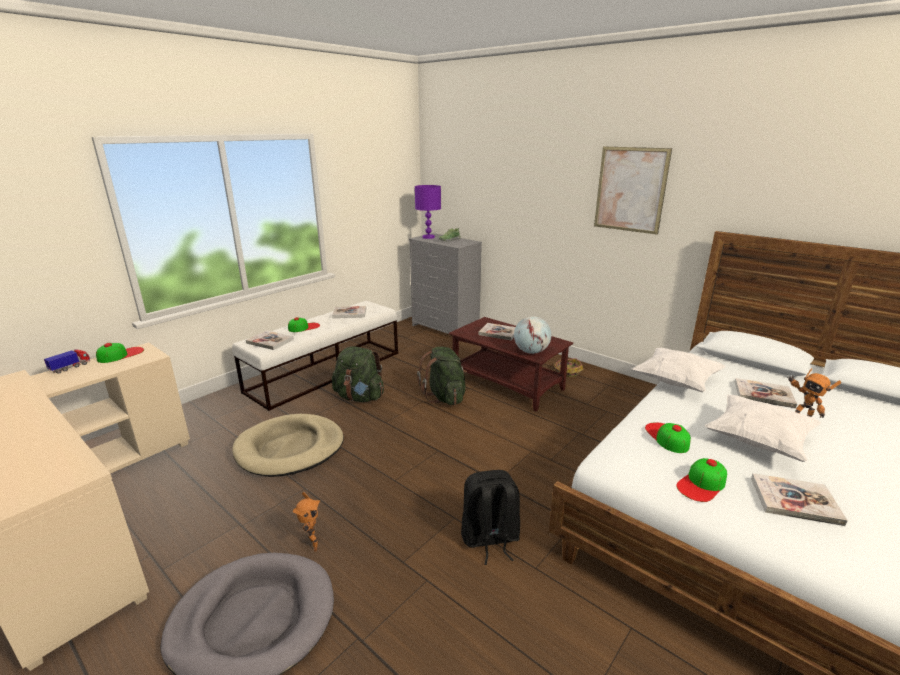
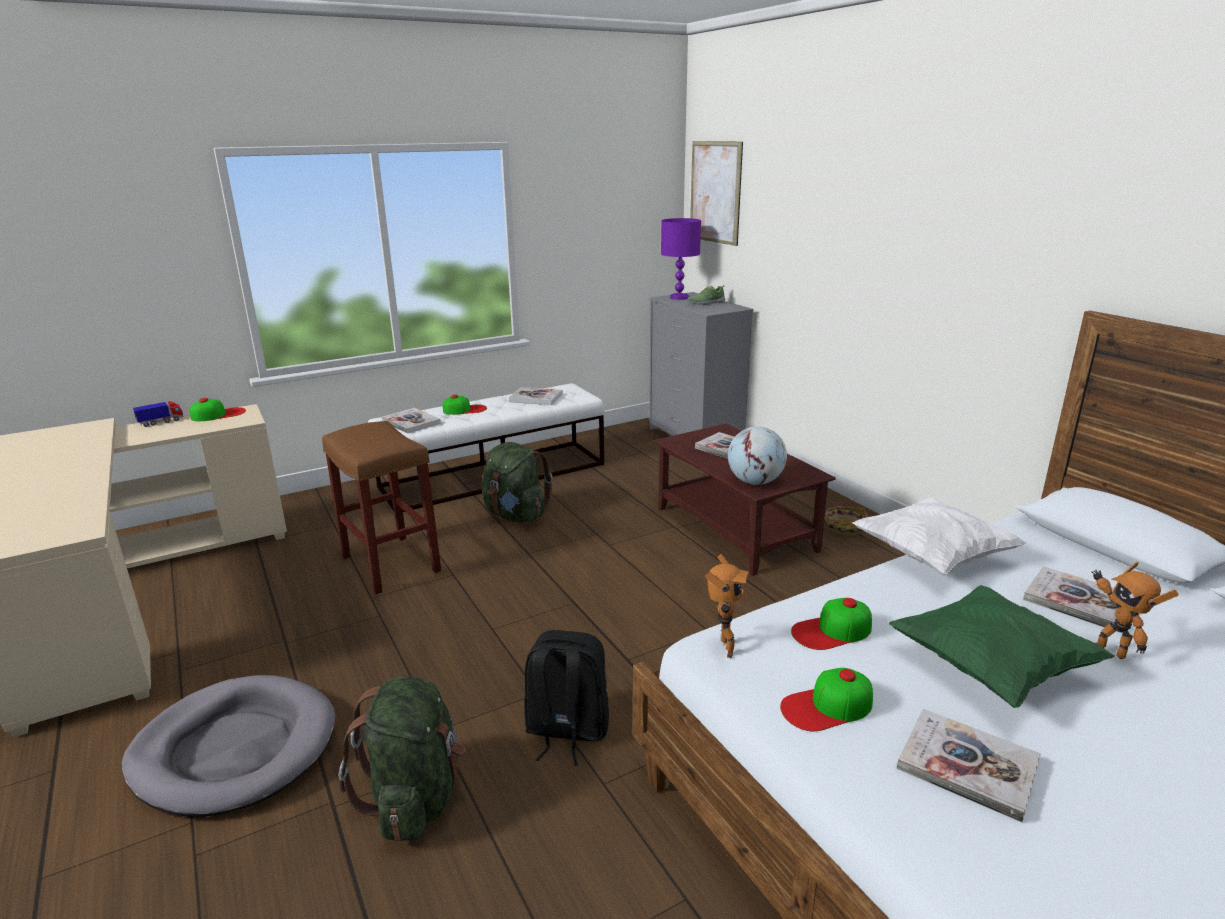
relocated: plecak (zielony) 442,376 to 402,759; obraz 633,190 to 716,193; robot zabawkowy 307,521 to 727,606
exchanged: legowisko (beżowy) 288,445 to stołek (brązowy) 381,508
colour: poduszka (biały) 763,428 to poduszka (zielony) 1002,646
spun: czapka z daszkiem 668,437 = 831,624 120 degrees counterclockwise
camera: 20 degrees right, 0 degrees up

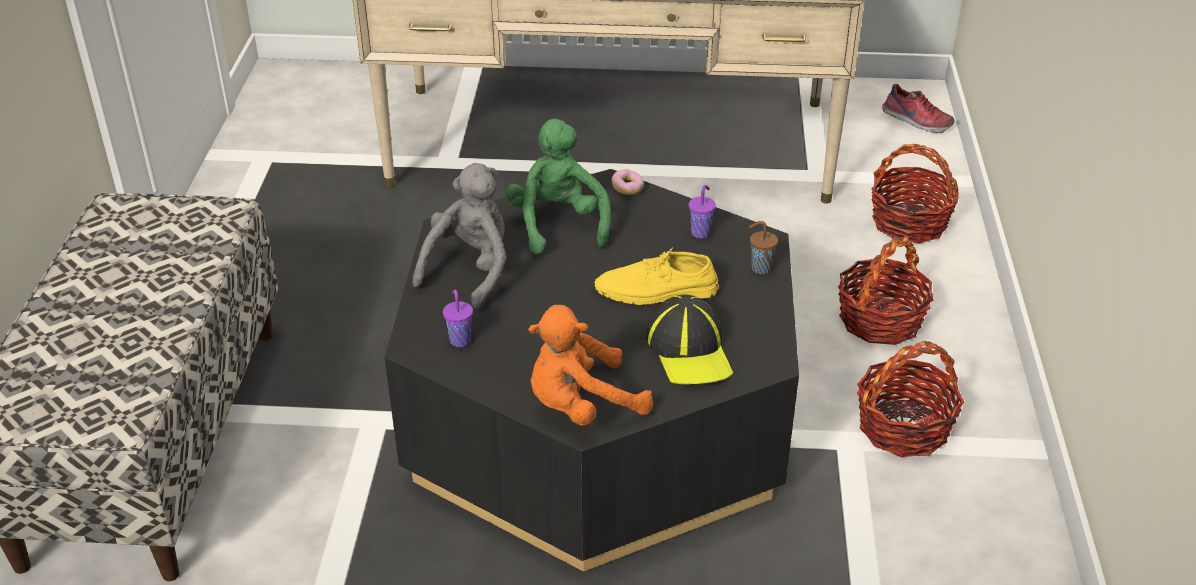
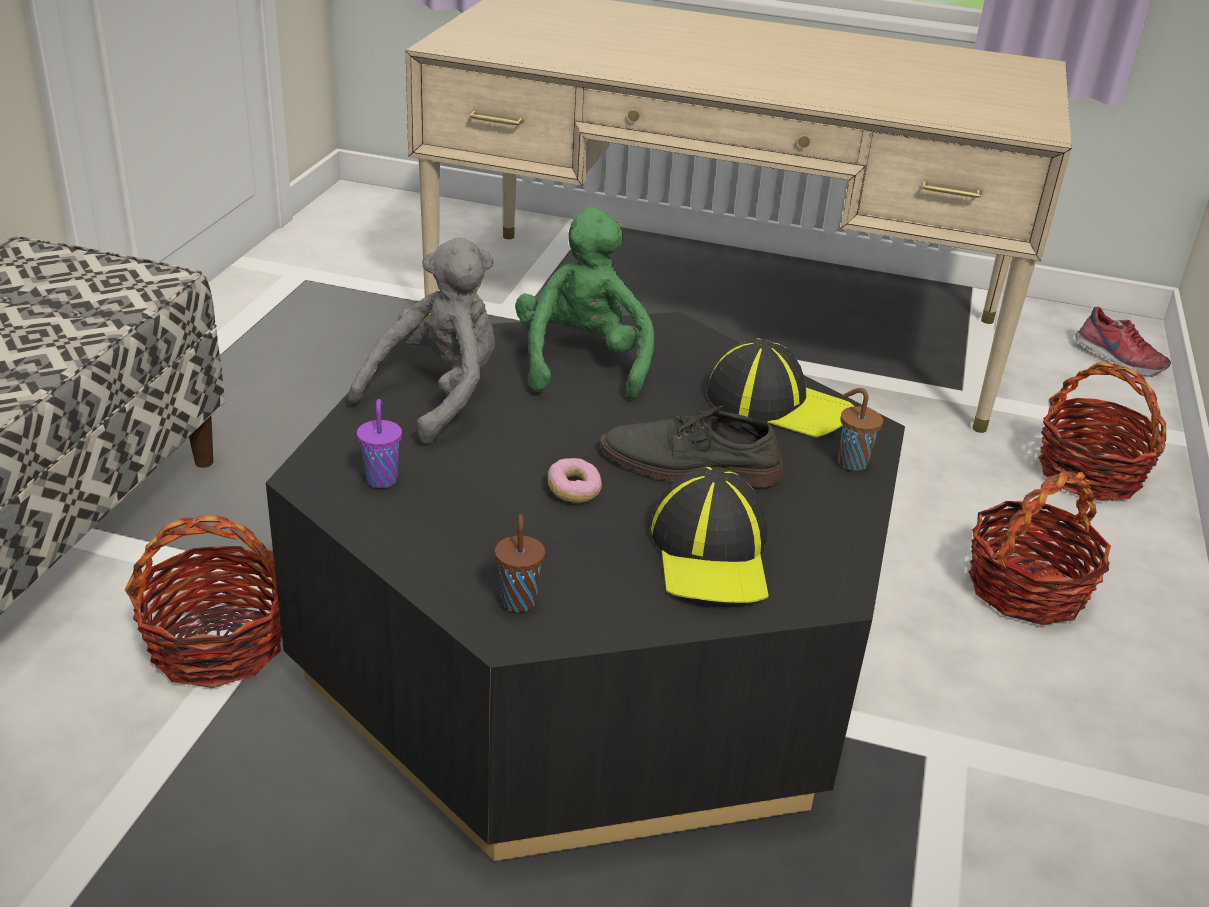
relocated: koszyk 910,399 to 203,602; donut 627,182 to 575,480
exchanged: pluszak (pomarańczowy) 590,365 to filiżanka (brązowy) 520,563; filiżanka (fioletowy) 702,211 to czapka z daszkiem 780,388
colour: but (żółty) 657,276 to but (szary) 691,446
camera: 10 degrees right, 5 degrees down

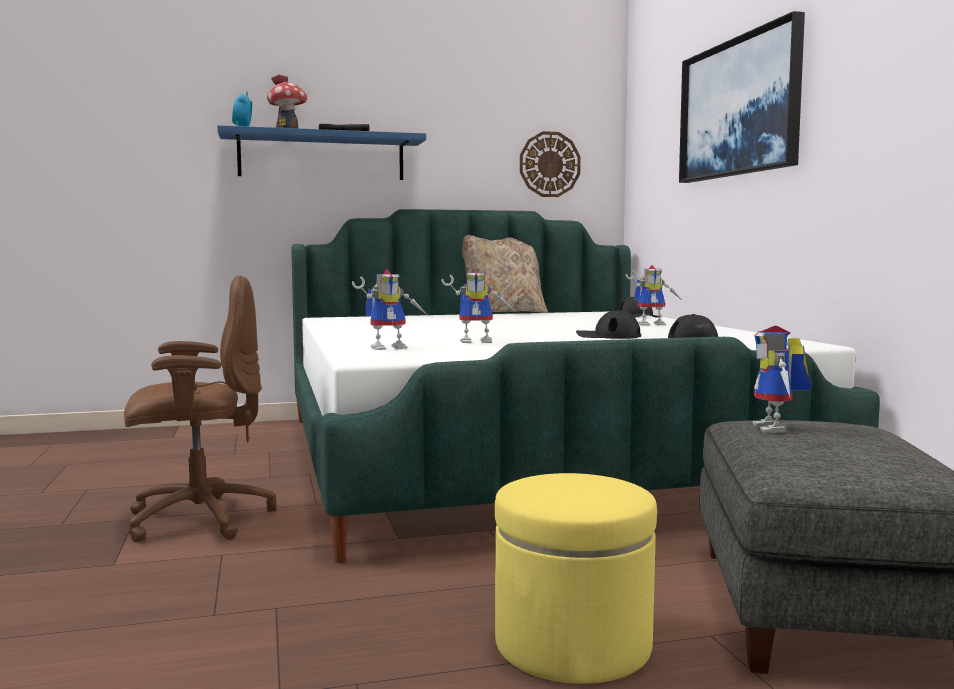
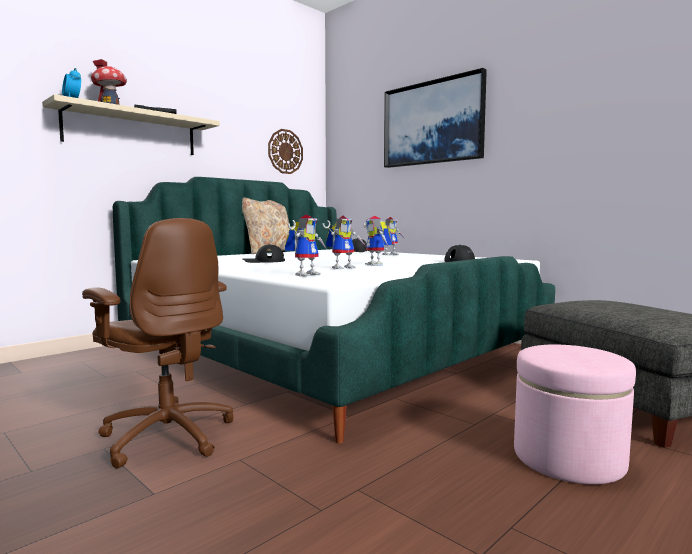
relocated: czapka z daszkiem (czarny) 608,324 to 264,253; robot zabawkowy 782,379 to 377,241
colour: półka (niebieski) 321,152 to półka (beżowy) 131,124; pufa (żółty) 576,578 to pufa (różowy) 575,414
spun: krzesło biurowe (brązowy) 200,408 = 158,343 90 degrees clockwise
camera: 30 degrees left, 0 degrees up

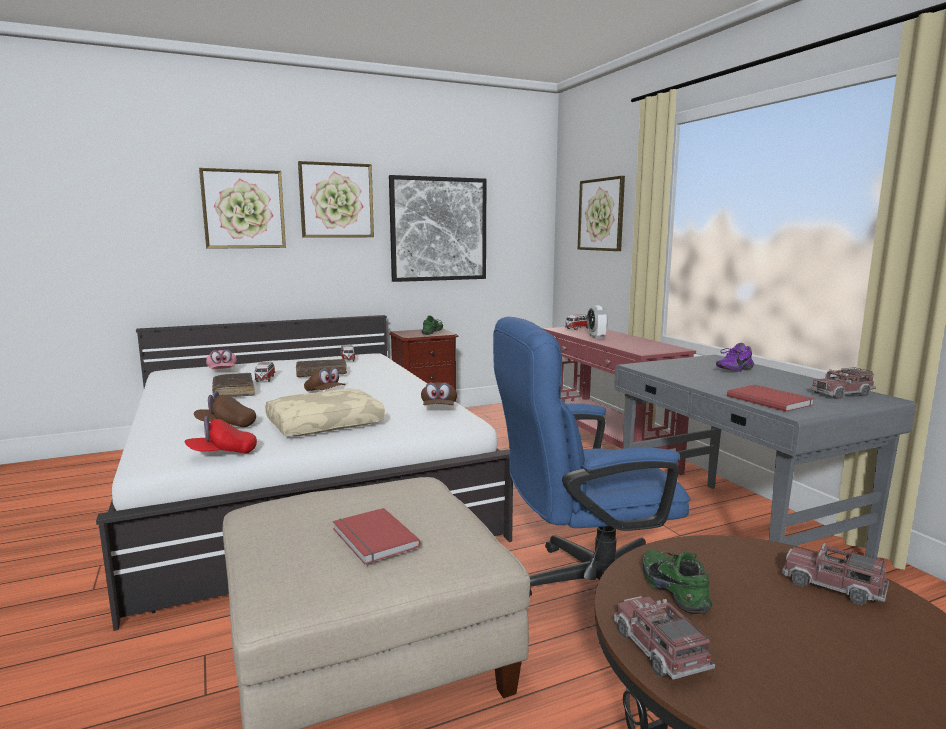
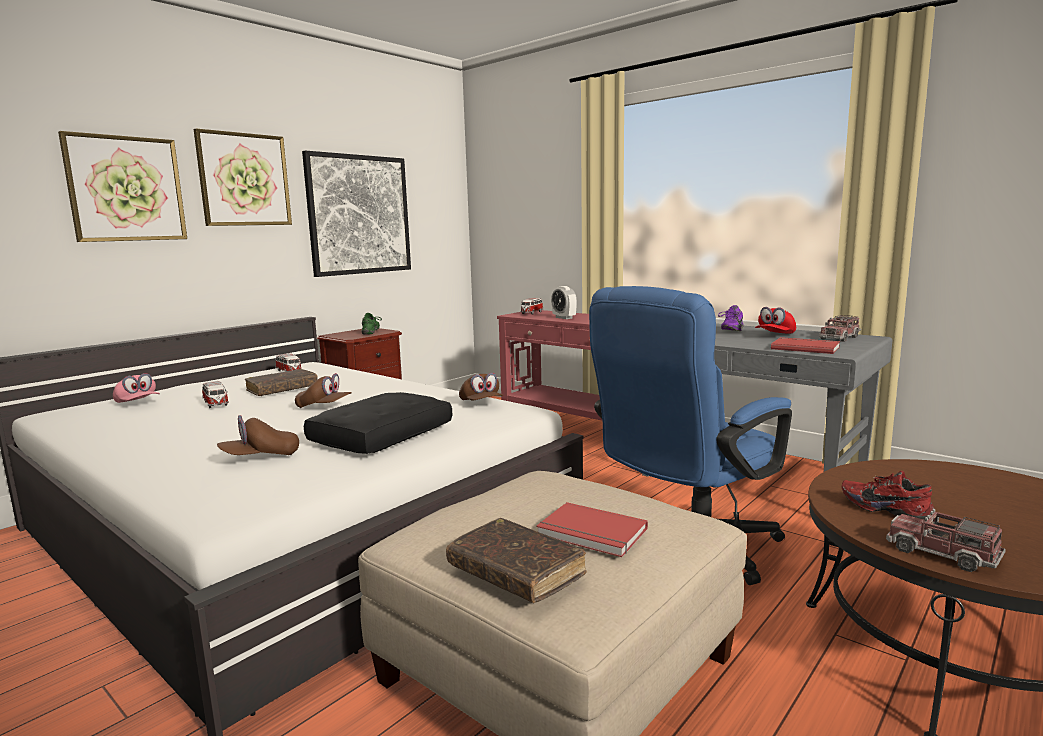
missing: obraz 601,213; ciężarówka zabawkowa 835,574
relocated: książka (brązowy) 233,385 to 516,560; czapka z daszkiem (czerwony) 221,434 to 775,320
colour: poduszka (beżowy) 325,412 to poduszka (czarny) 378,423; but (zielony) 677,581 to but (czerwony) 888,495
camera: 25 degrees left, 0 degrees up

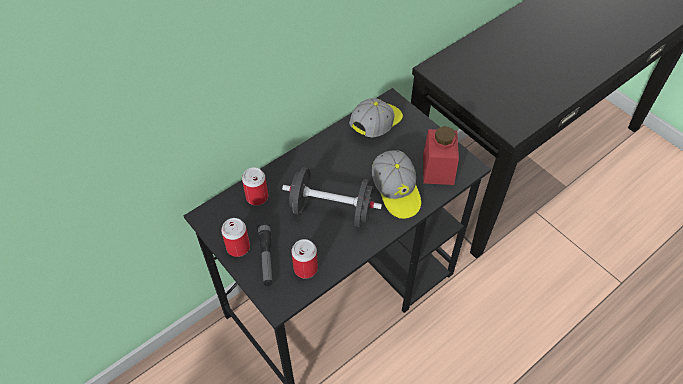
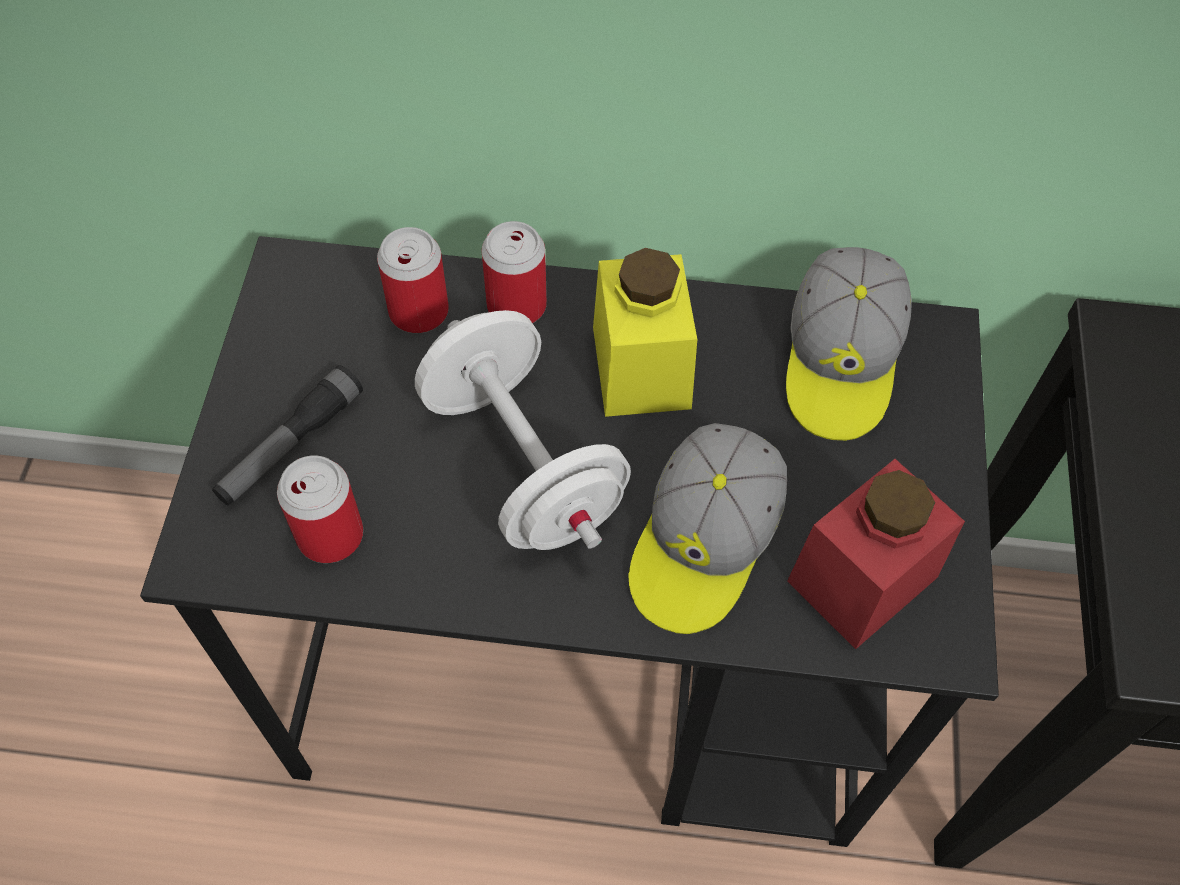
appeared: słoik (żółty) 645,332
relocated: puszka 235,237 to 514,272
colour: hantel (czarny) 332,197 to hantel (biały) 523,430
spun: czapka z daszkiem 376,118 = 849,344 105 degrees clockwise
camera: 45 degrees right, 5 degrees up

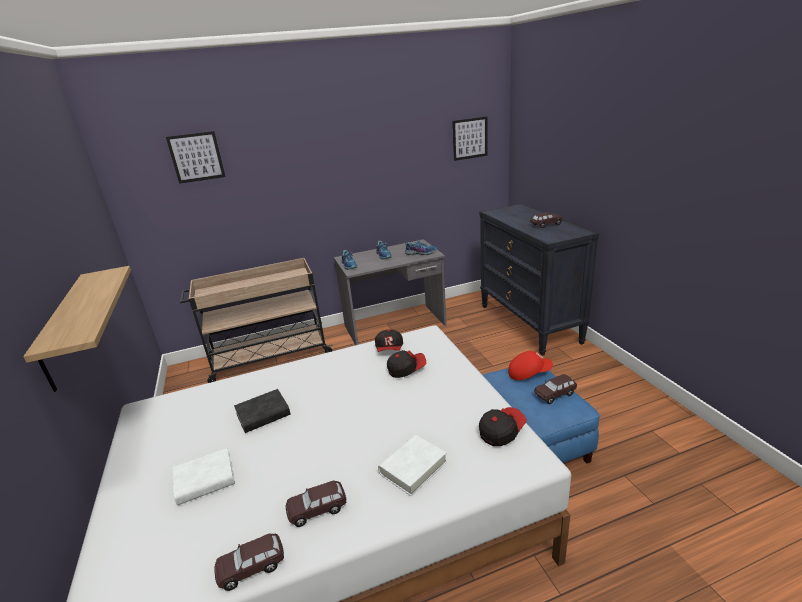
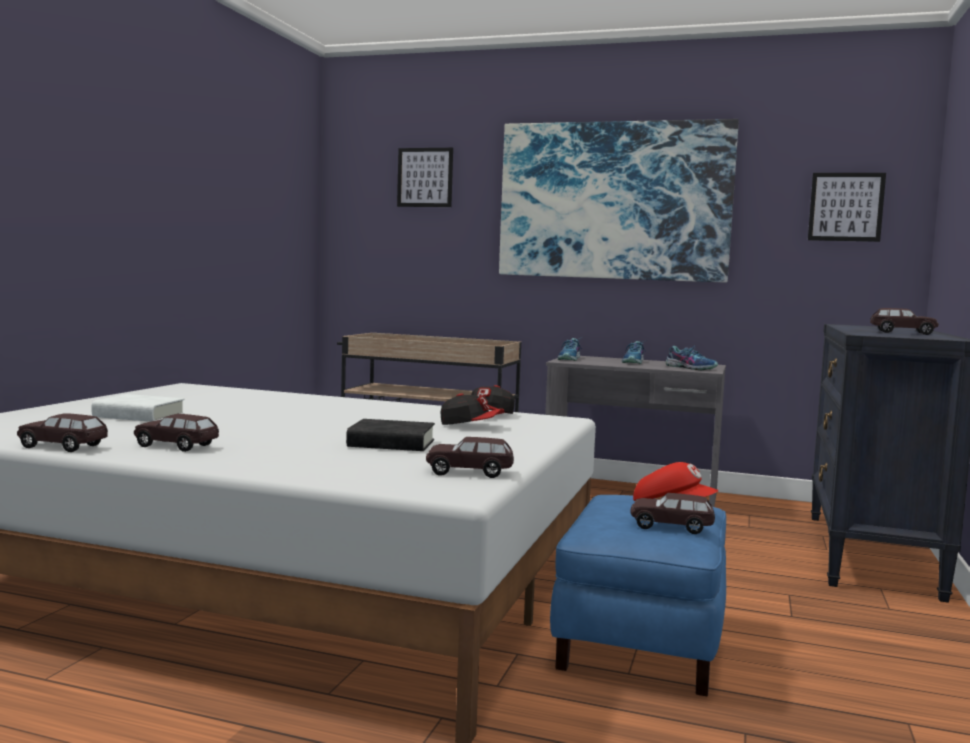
missing: półka 77,329; książka (biały) 412,465
appeared: obraz 619,201
relocated: książka (czarny) 262,411 to 390,435
exchanged: czapka z daszkiem 503,426 to samochodzik (brązowy) 470,457
camera: 35 degrees right, 20 degrees down

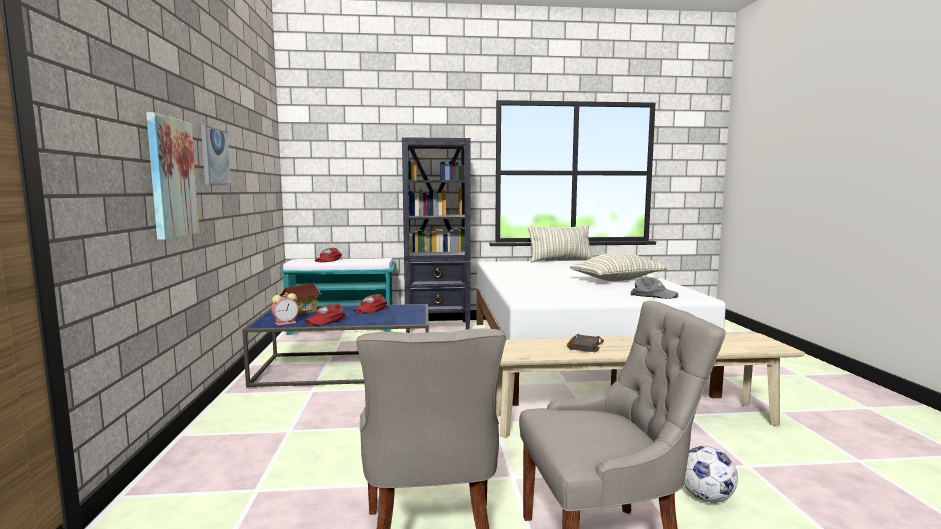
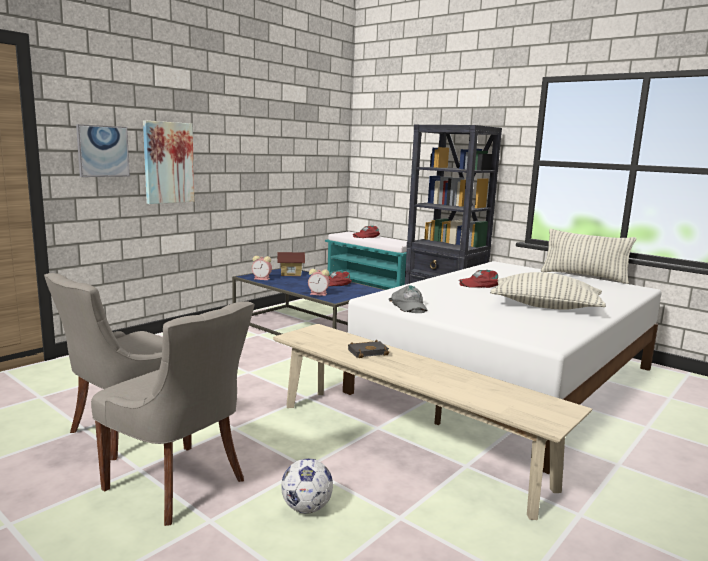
appeared: budzik 319,282
relocated: obraz 216,155 to 103,150; czapka z daszkiem (szary) 654,288 to 408,299; czapka z daszkiem (czerwony) 325,315 to 478,279
camera: 45 degrees right, 5 degrees up

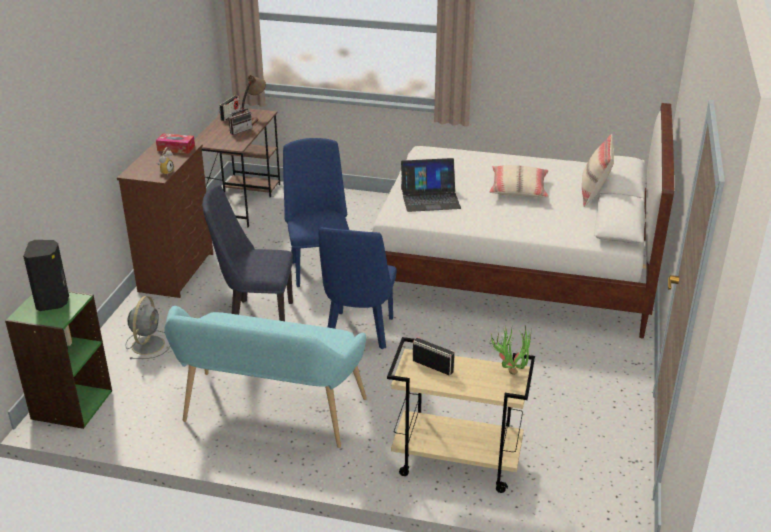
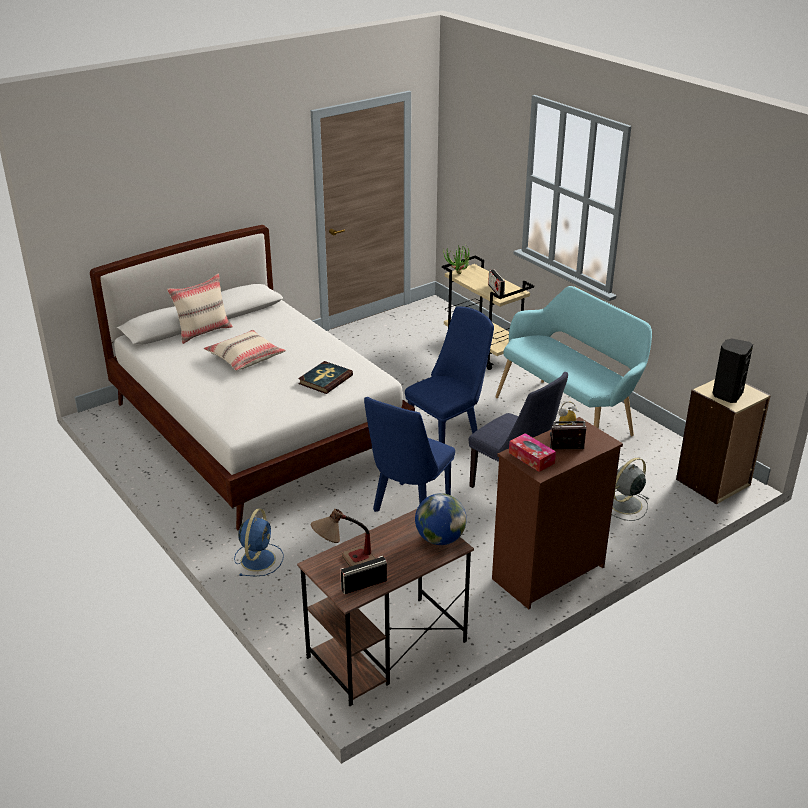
appeared: wentylator (niebieski) 259,542; globus 441,519
relocated: radio 240,119 to 568,435
exchanged: laptop 431,185 to książka 325,377
colour: regał (zielony) 58,360 to regał (beżowy) 723,441
camera: 140 degrees left, 0 degrees up

